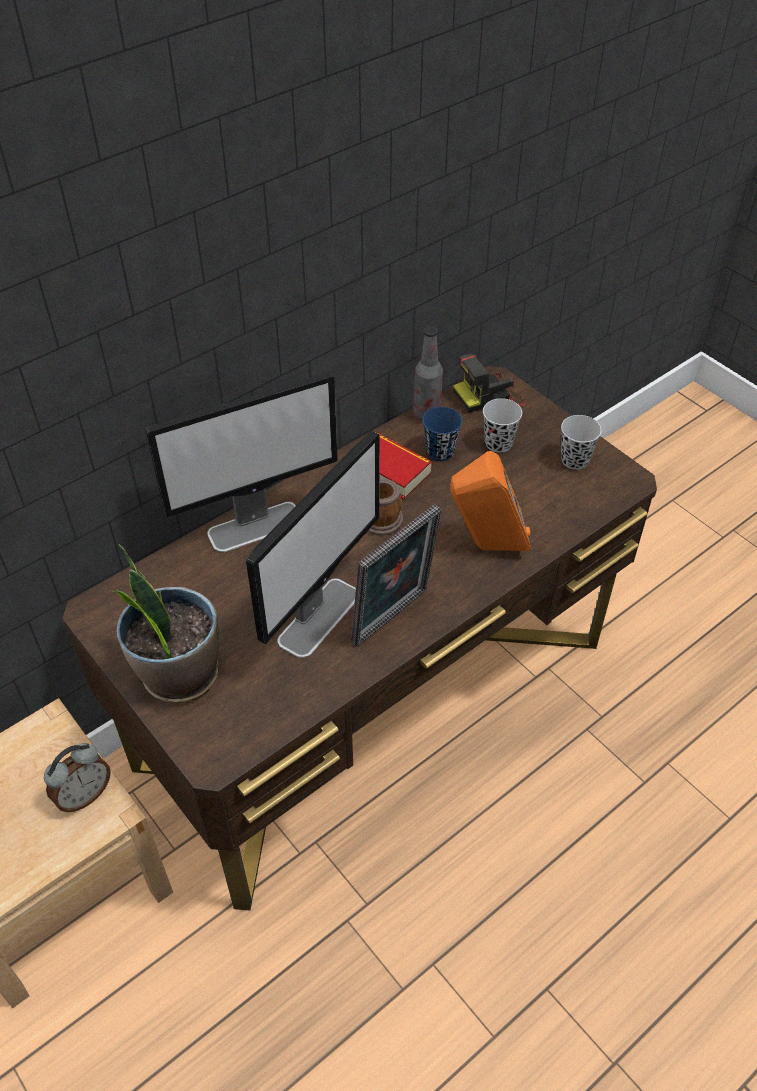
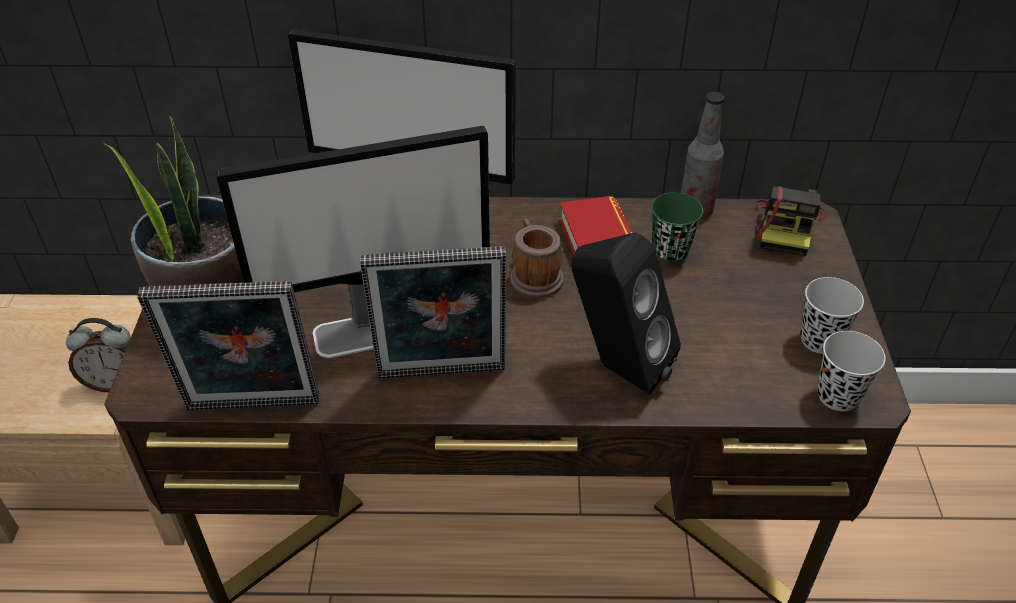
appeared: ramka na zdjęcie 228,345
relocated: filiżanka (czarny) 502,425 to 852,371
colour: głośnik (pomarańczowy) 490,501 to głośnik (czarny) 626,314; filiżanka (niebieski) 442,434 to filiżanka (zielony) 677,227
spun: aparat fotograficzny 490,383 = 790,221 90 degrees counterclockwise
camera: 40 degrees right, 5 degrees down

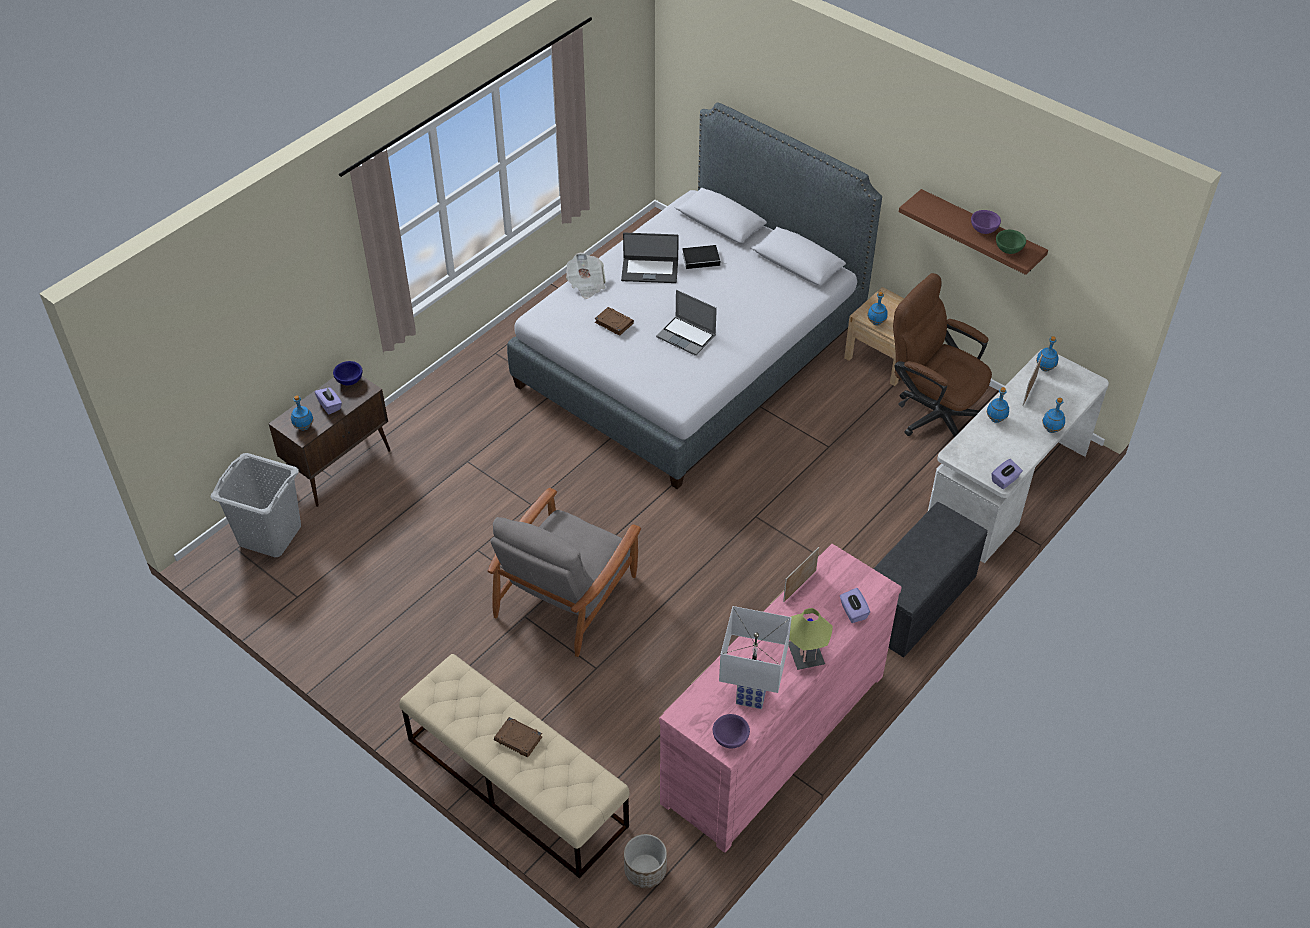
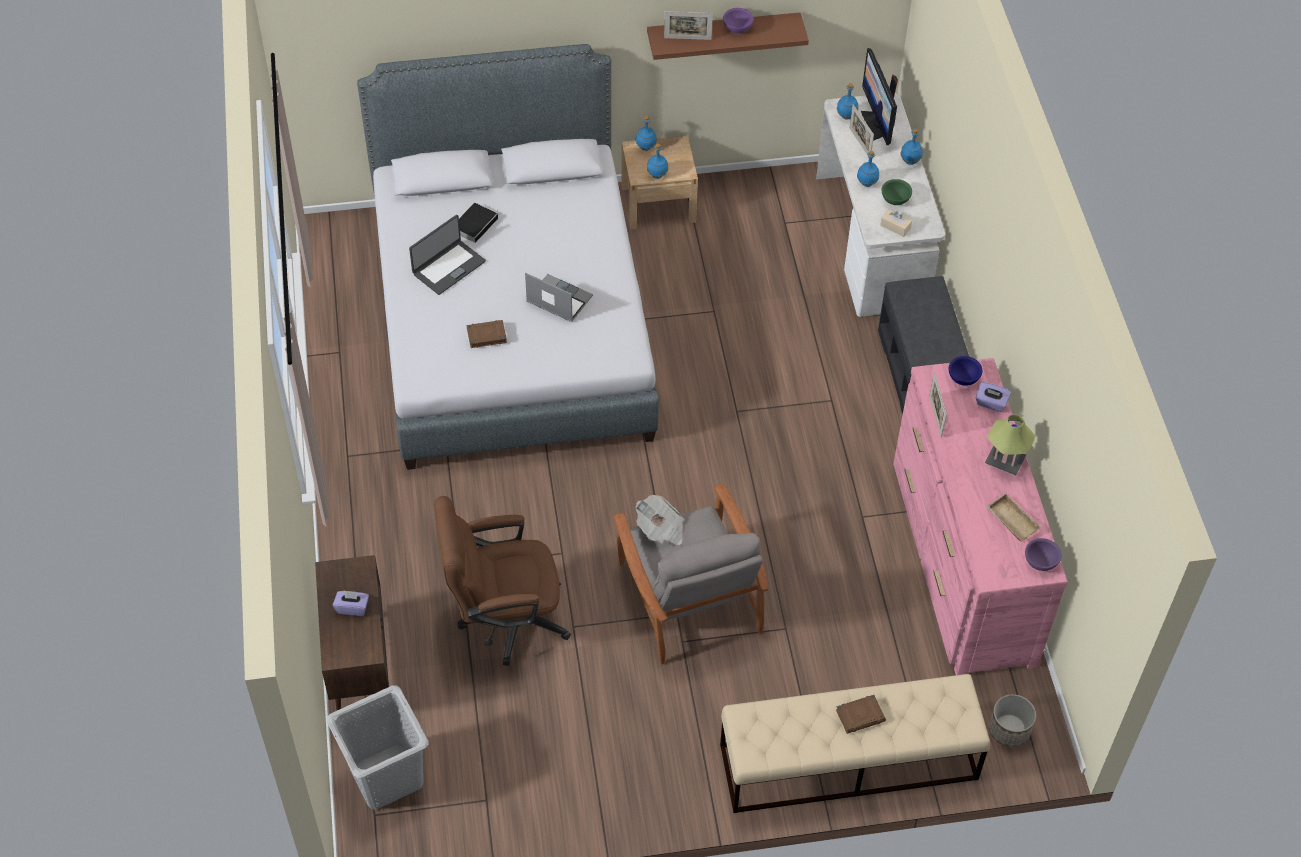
missing: pudełko chusteczek (fioletowy) 1007,474
appeared: ramka na zdjęcie 688,25; monitor 879,96; pudełko chusteczek (beżowy) 896,223
relocated: krzesło biurowe (brązowy) 942,355 to 502,581; butelka (niebieski) 302,412 to 646,133; gazeta 586,275 to 660,520; miska (zielony) 1011,242 to 897,192; miska (niebieski) 348,373 to 966,371
exchanged: lampa stołowa (biały) 755,657 to taca (beżowy) 1013,517
spun: laptop 686,323 = 559,297 135 degrees counterclockwise
camera: 50 degrees left, 5 degrees up

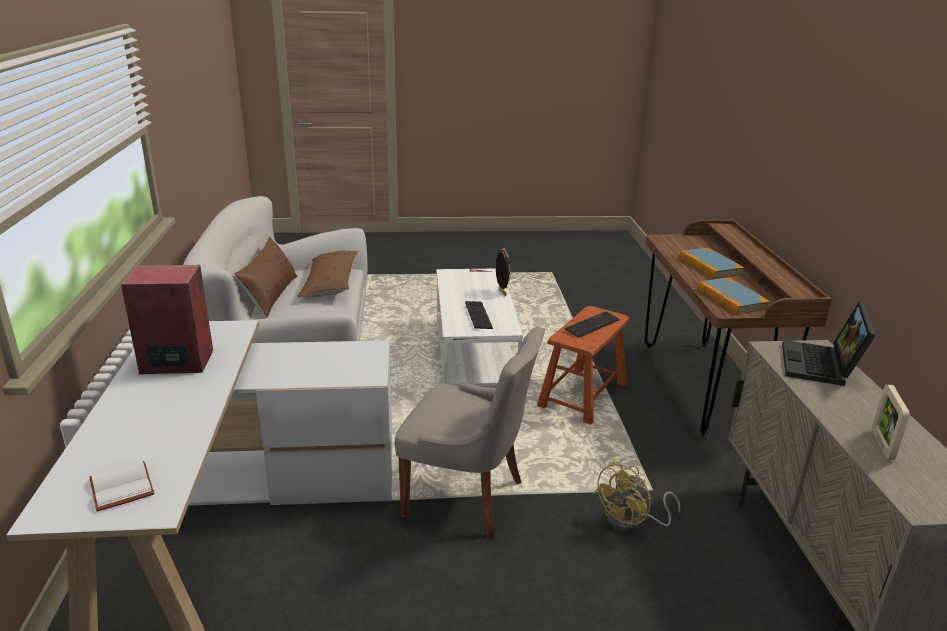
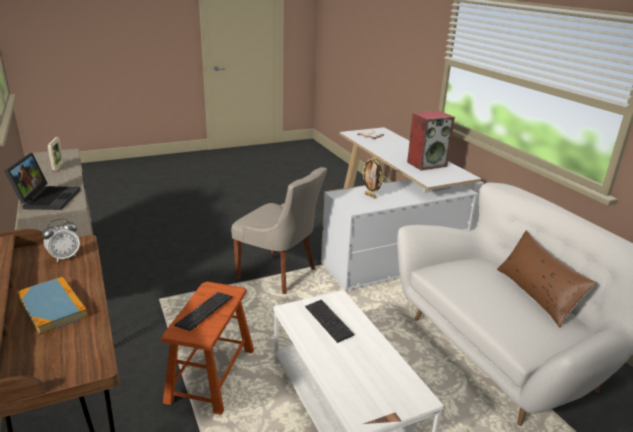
missing: poduszka (brązowy) 327,274; wentylator (żółty) 636,497
relocated: ramka na zdjęcie 503,272 to 372,178
exchanged: książka 734,296 to budzik 61,240
spun: krzesło (szary) 470,433 = 279,230 150 degrees counterclockwise
camera: 160 degrees right, 0 degrees up

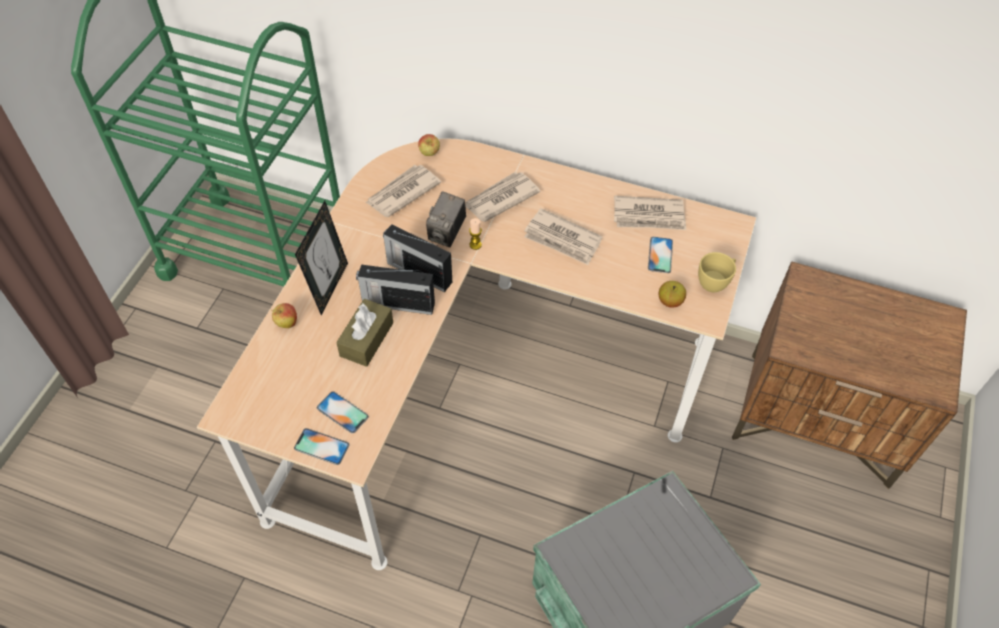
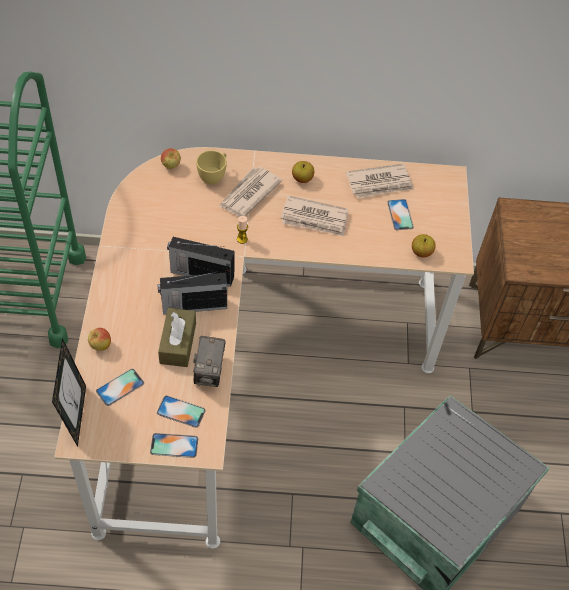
missing: gazeta 403,191
appeared: telefon 120,387; jabłko 303,172
relocated: ramka na zdjęcie 321,258 to 69,392; aparat fotograficzny 446,219 to 209,361; filiżanka (żółty) 717,272 to 211,167
camera: 20 degrees left, 0 degrees up

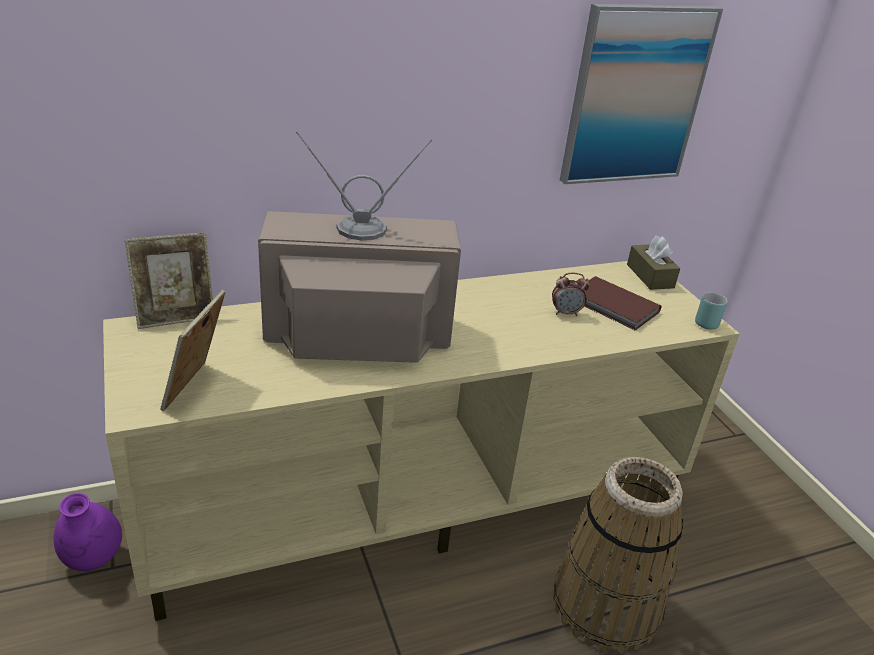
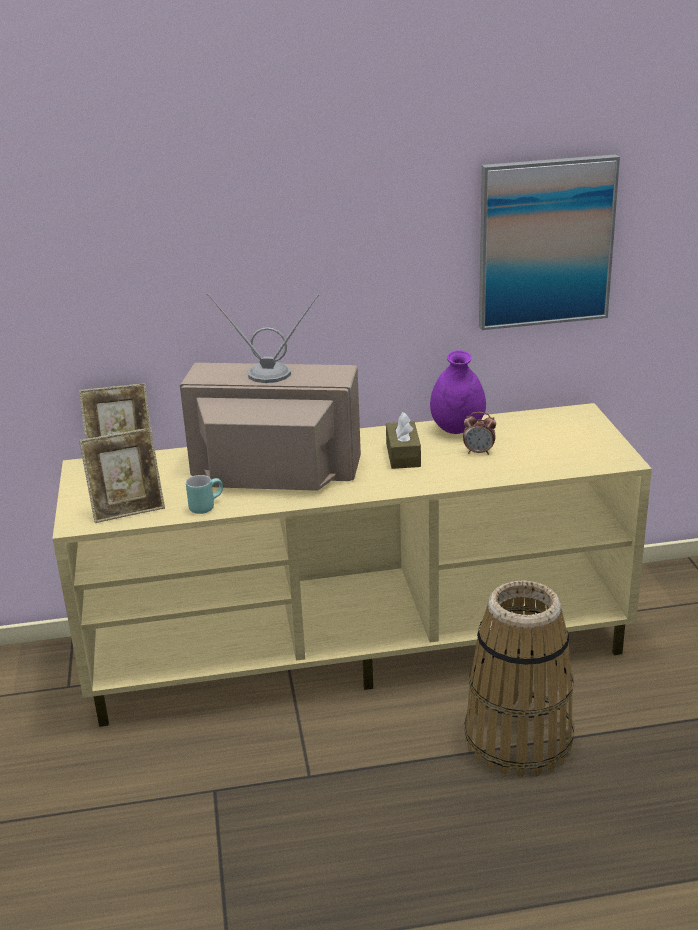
missing: książka (brązowy) 623,303
relocated: kubek (turkusowy) 711,311 to 204,494; pudełko chusteczek (brązowy) 653,263 to 403,440; wazon (fioletowy) 88,532 to 458,392
spun: ramka na zdjęcie 192,350 = 122,475 135 degrees counterclockwise
camera: 15 degrees right, 5 degrees down

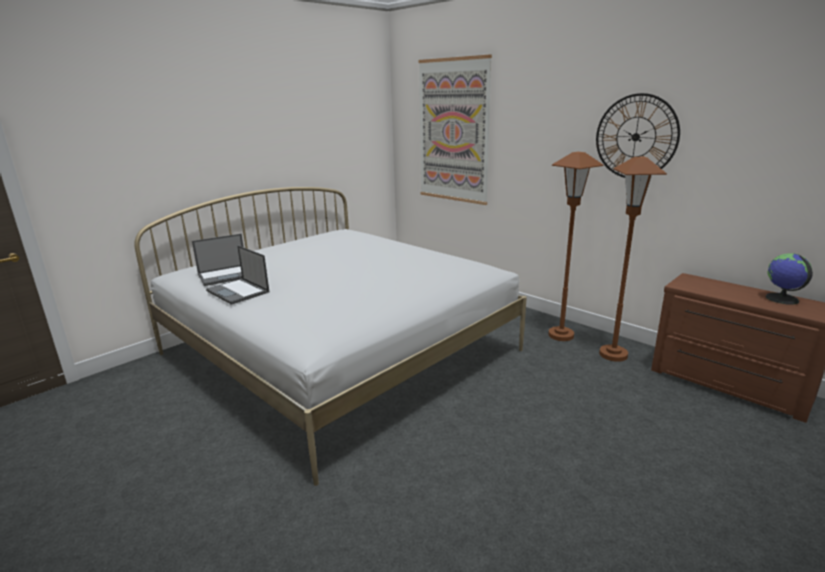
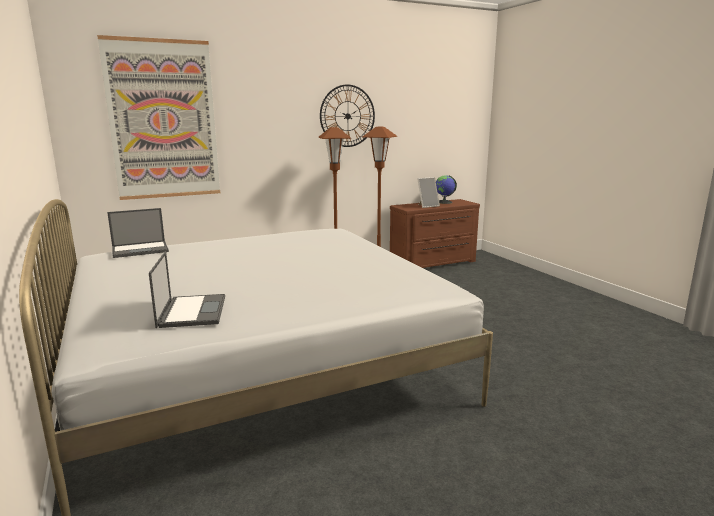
appeared: ramka na zdjęcie 429,192
relocated: laptop 237,275 to 138,233
camera: 70 degrees left, 5 degrees down

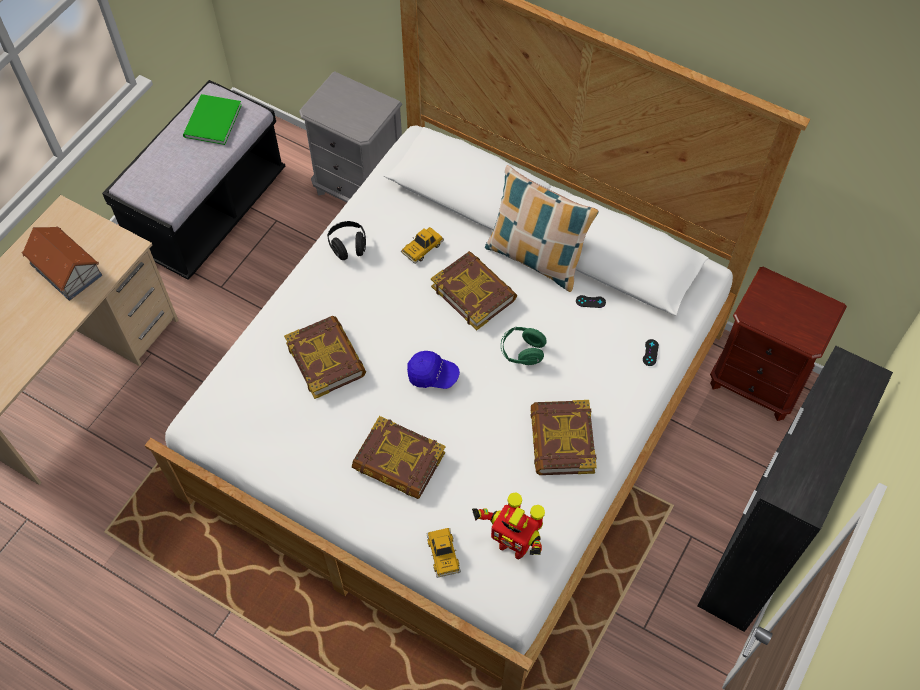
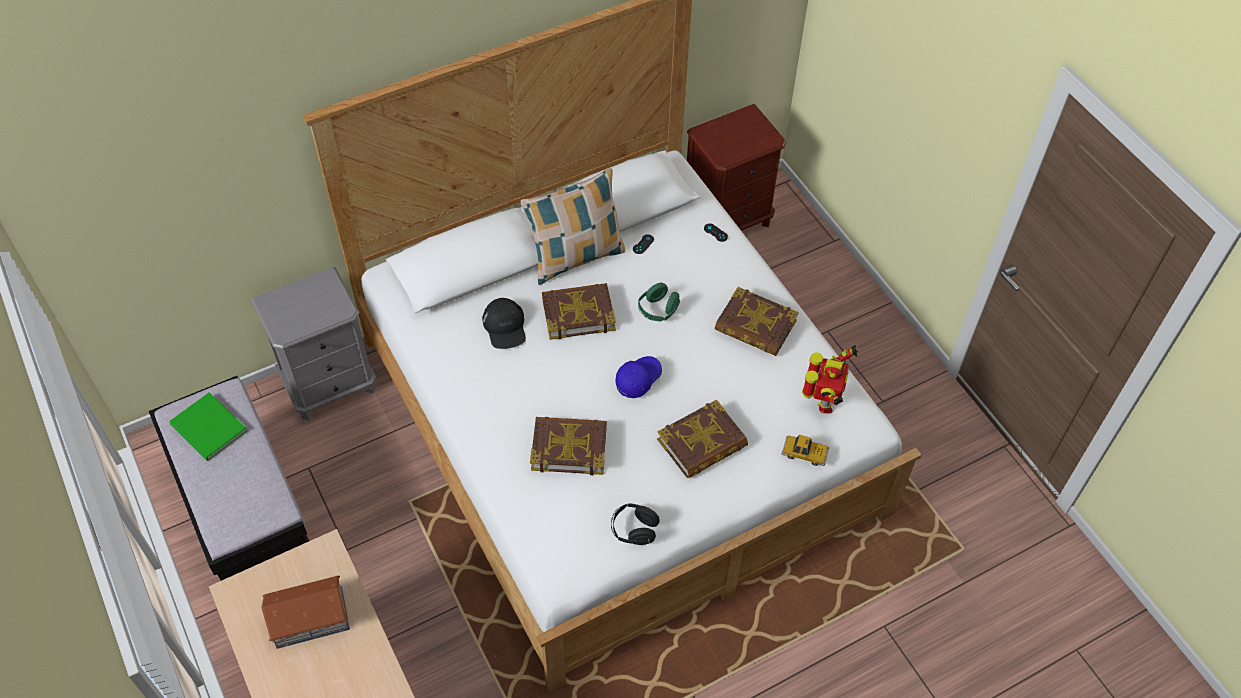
missing: szafka (czarny) 795,489
relocated: słuchawki (czarny) 346,240 to 635,524
exchanged: samochodzik 422,245 to czapka z daszkiem (czarny) 504,323
spun: robot zabawkowy 508,525 = 830,379 45 degrees counterclockwise
camera: 60 degrees left, 5 degrees down

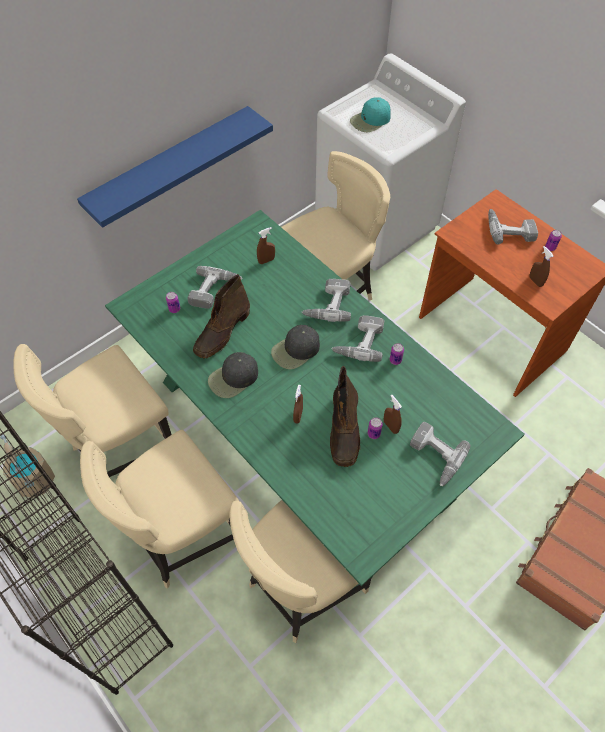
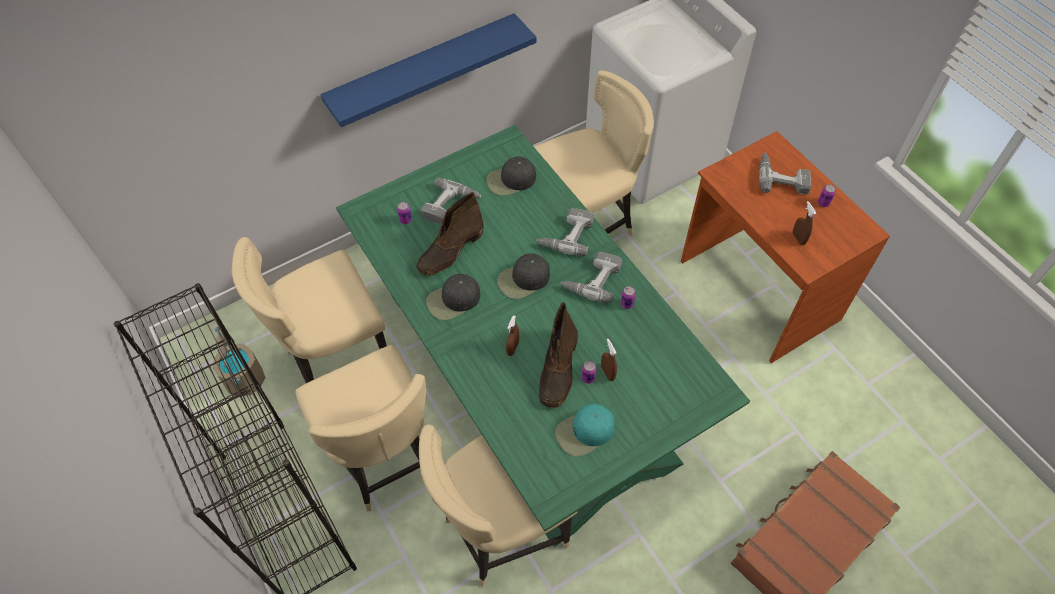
missing: wiertarka 440,454
relocated: czapka z daszkiem (turkusowy) 370,114 to 585,430
exchanged: spryskiwacz (brązowy) 266,245 to czapka z daszkiem (czarny) 511,176
spun: krzesło (beżowy) 159,509 = 360,428 90 degrees counterclockwise
camera: 10 degrees right, 0 degrees up

